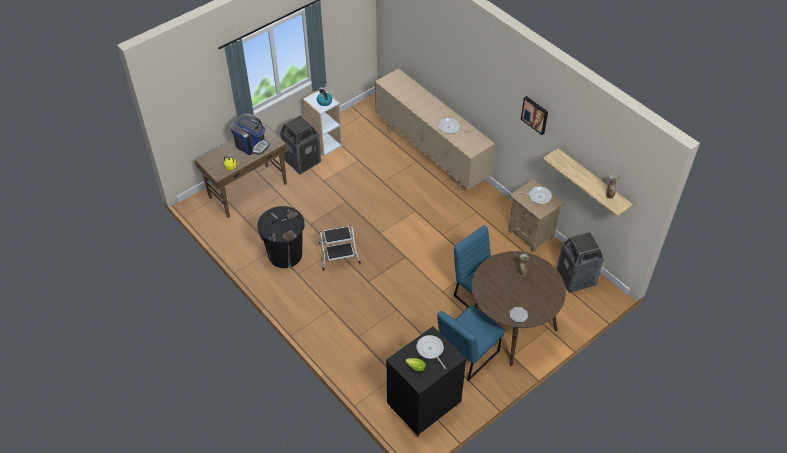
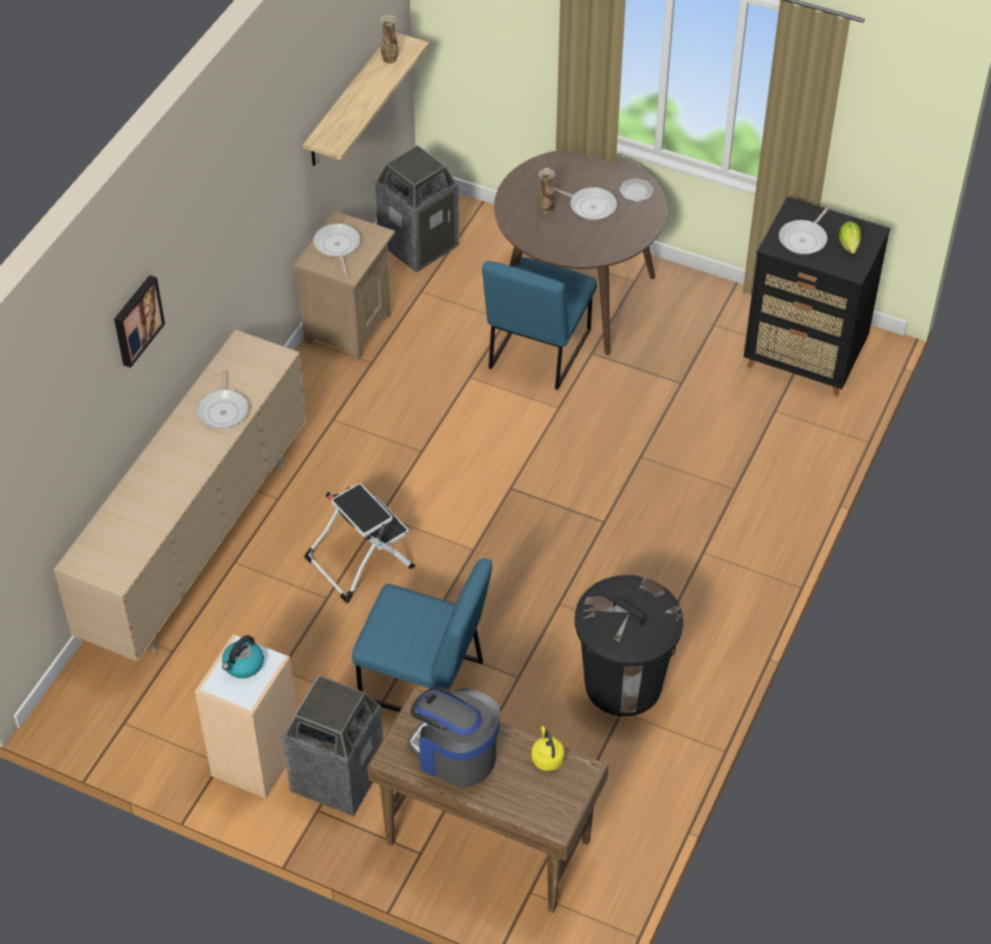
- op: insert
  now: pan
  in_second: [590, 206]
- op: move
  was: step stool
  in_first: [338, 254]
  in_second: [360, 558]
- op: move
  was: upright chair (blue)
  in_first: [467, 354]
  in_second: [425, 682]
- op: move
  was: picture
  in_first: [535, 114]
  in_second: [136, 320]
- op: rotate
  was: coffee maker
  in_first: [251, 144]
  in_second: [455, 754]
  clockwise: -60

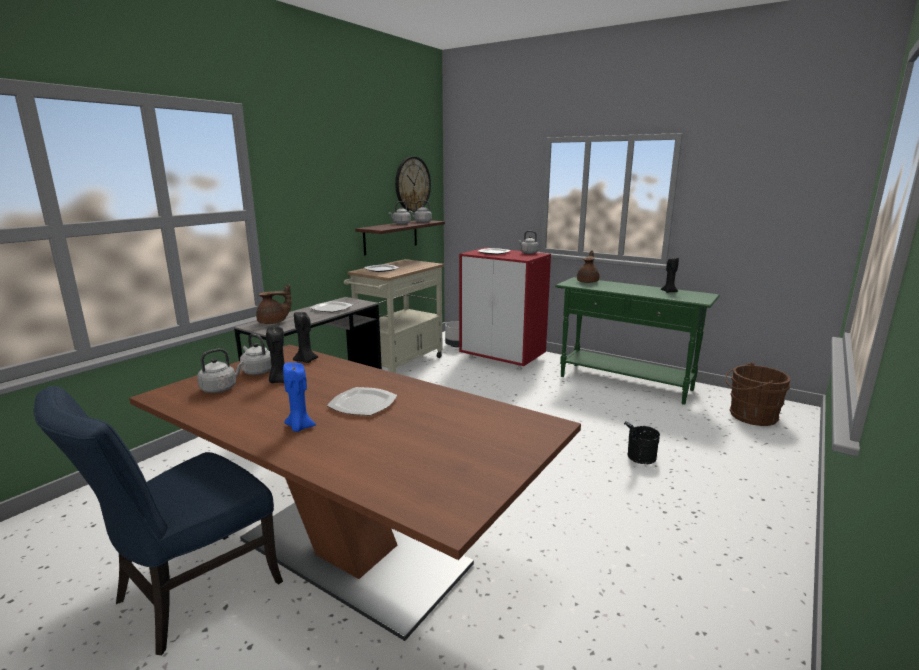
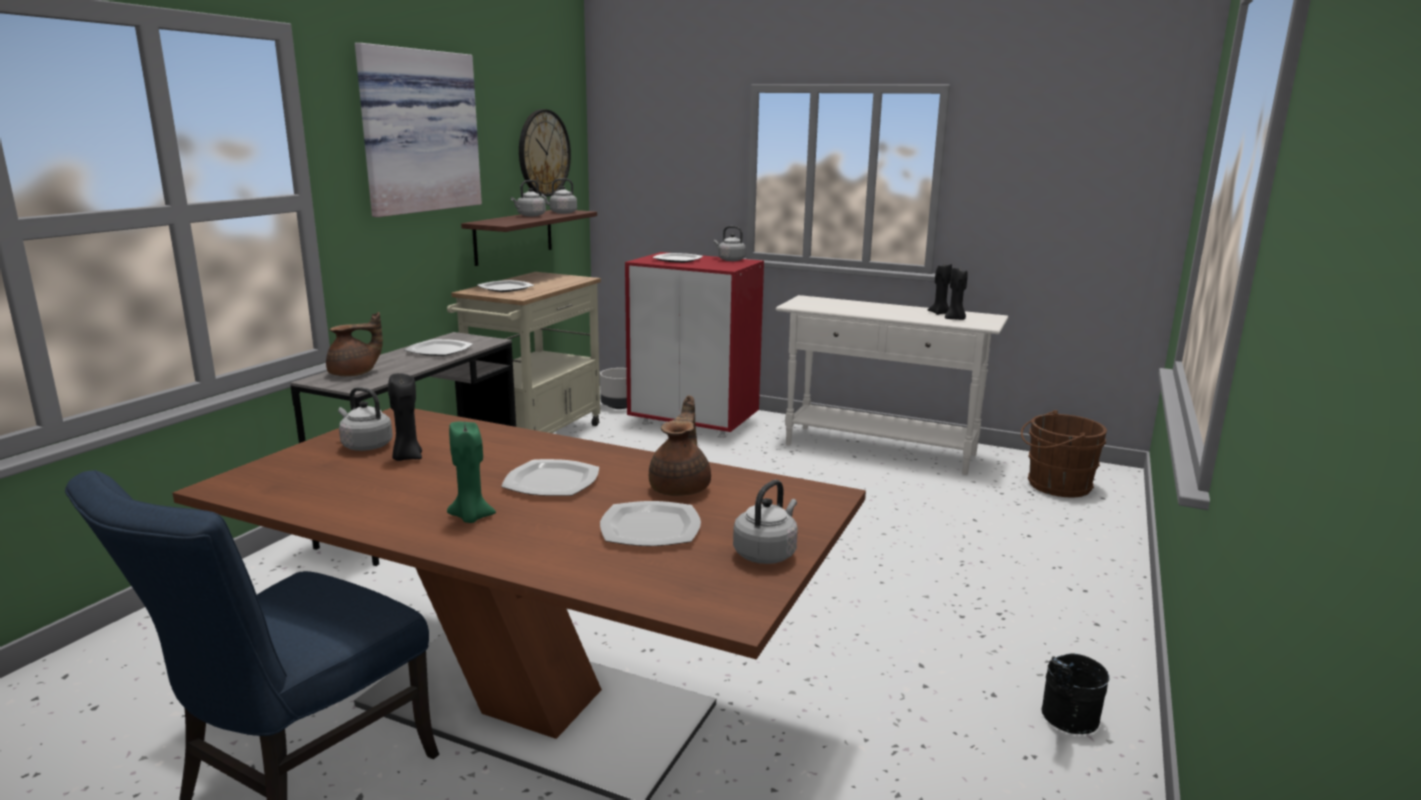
- op: insert
  now: picture
  in_second: [417, 131]
- op: insert
  now: flat dish
  in_second: [651, 527]
- op: move
  was: kettle (gray)
  in_first: [220, 388]
  in_second: [766, 553]
- op: move
  was: candle (blackish)
  in_first: [306, 361]
  in_second: [955, 319]
- op: move
  was: tea pot (brownish)
  in_first: [588, 282]
  in_second: [681, 488]
- op: move
  was: pail (blackish)
  in_first: [638, 459]
  in_second: [1066, 722]
- op: recolor
  was: candle (blue)
  now: candle (green)
  in_first: [299, 427]
  in_second: [471, 517]
- op: recolor
  was: console table (green)
  now: console table (white-coloured)
  in_first: [625, 383]
  in_second: [880, 450]

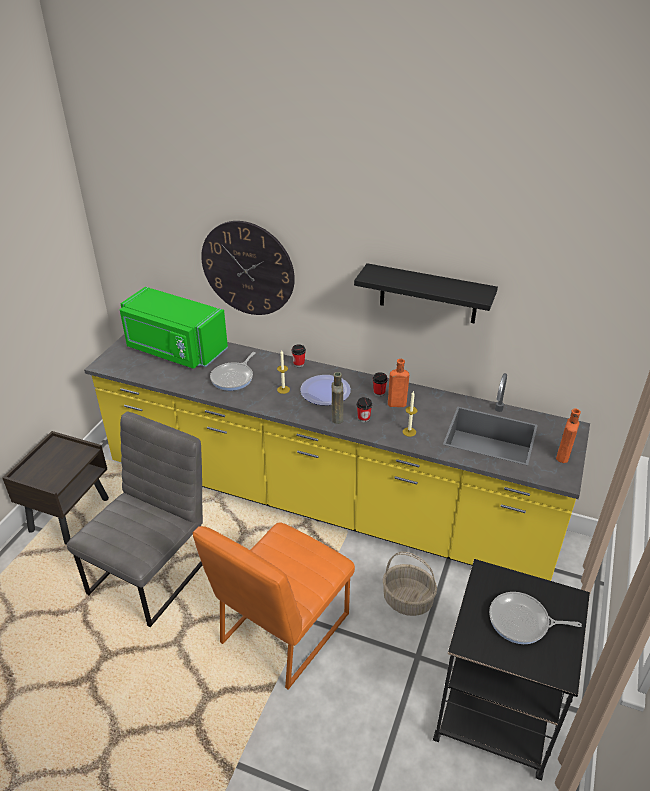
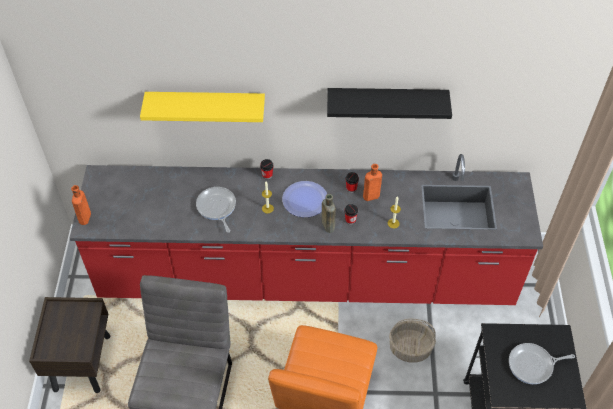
- op: delete
  was: microwave (green)
  in_first: [174, 350]
- op: move
  was: drink bottle (orange)
  in_first: [563, 457]
  in_second: [85, 219]
- op: replace
  was: clock on the wall
  now: wall shelf (yellow-coloured)
  in_first: [248, 268]
  in_second: [206, 106]
- op: recolor
  was: kitchen counter (yellow-coloured)
  now: kitchen counter (reddish)
  in_first: [325, 502]
  in_second: [306, 278]
- op: rotate
  was: pan
  in_first: [234, 378]
  in_second: [217, 208]
  clockwise: 150

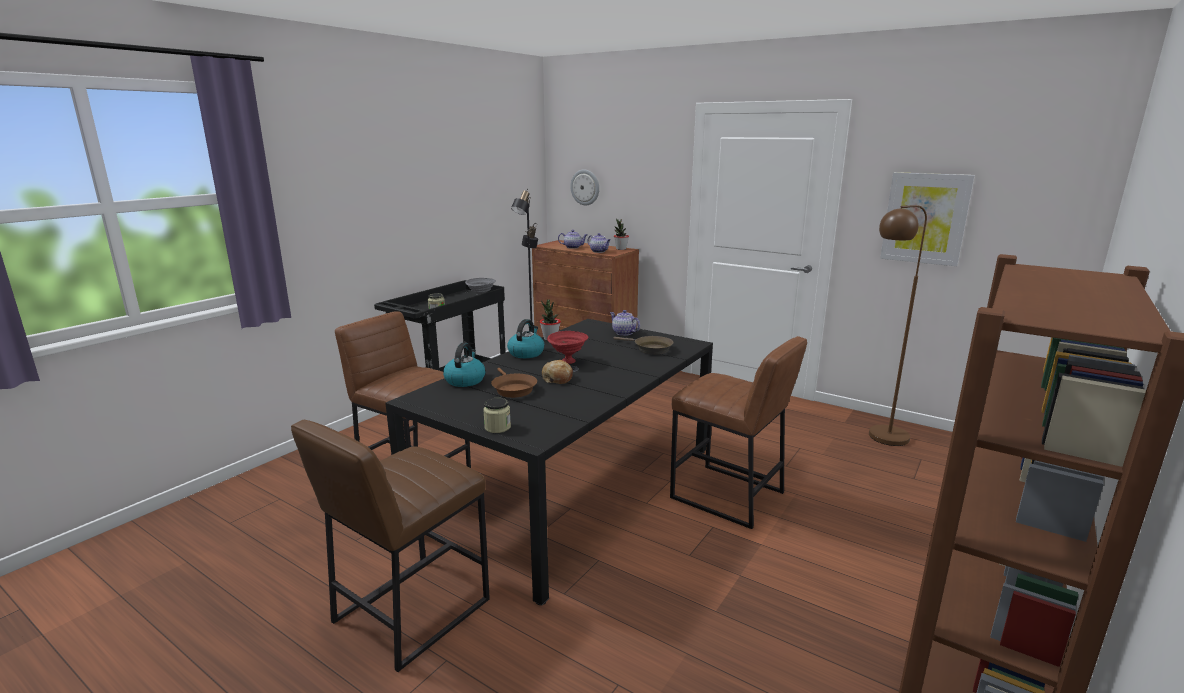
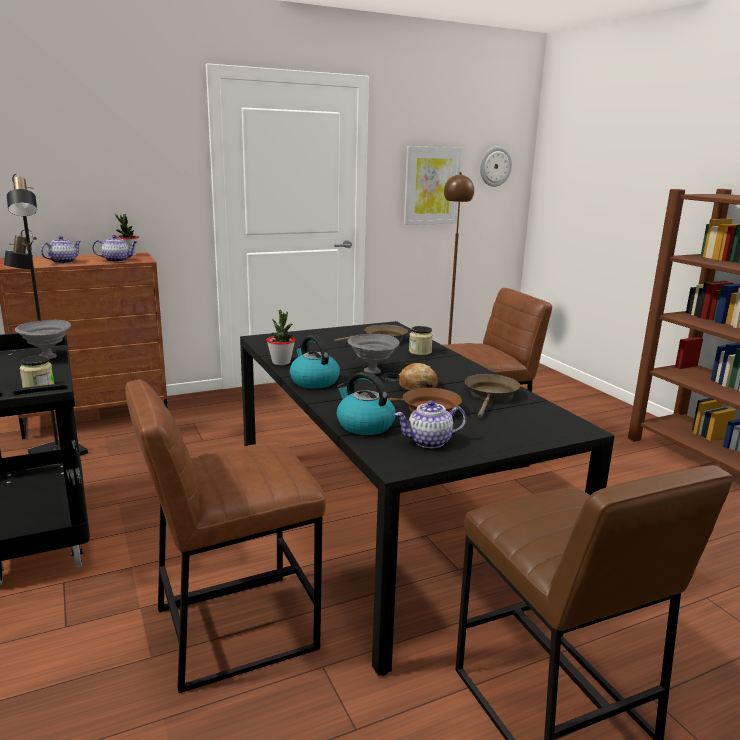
- op: insert
  now: pan (brownish)
  in_second: [491, 396]
- op: move
  was: jar
  in_first: [497, 427]
  in_second: [420, 352]
- op: move
  was: clock on the wall
  in_first: [585, 187]
  in_second: [495, 166]
- op: move
  was: tea pot
  in_first: [623, 333]
  in_second: [429, 442]
- op: recolor
  was: serving bowl (reddish)
  now: serving bowl (gray)
  in_first: [568, 362]
  in_second: [373, 372]

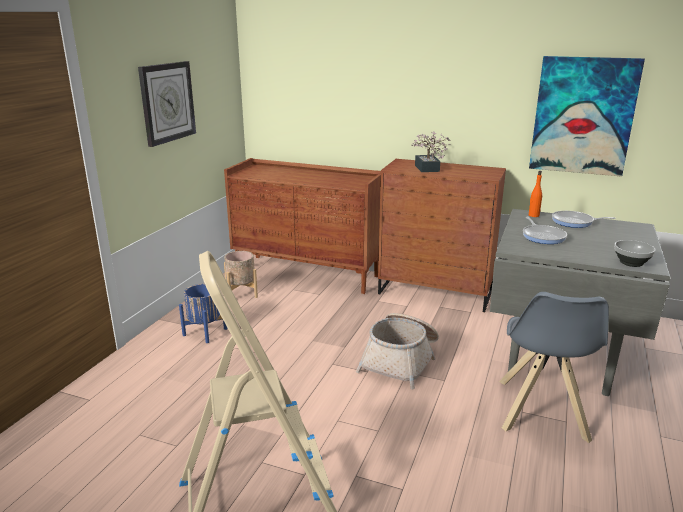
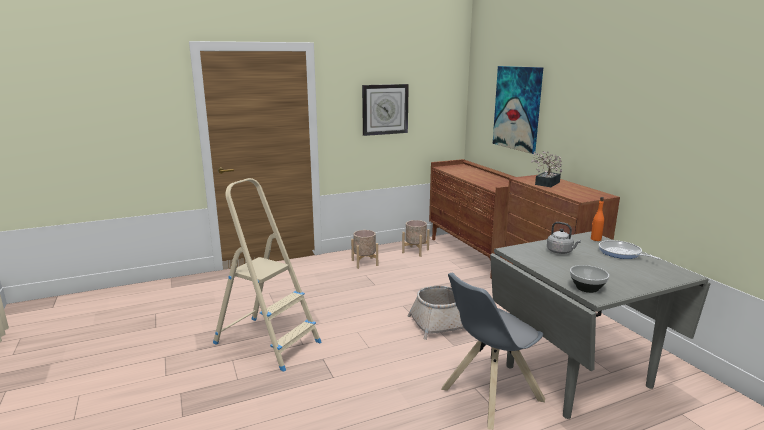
- op: move
  was: picture
  in_first: [583, 116]
  in_second: [517, 108]
- op: replace
  was: pan
  now: kettle (gray)
  in_first: [543, 236]
  in_second: [560, 252]
- op: recolor
  was: planter (blue)
  now: planter (beige)
  in_first: [205, 332]
  in_second: [364, 263]

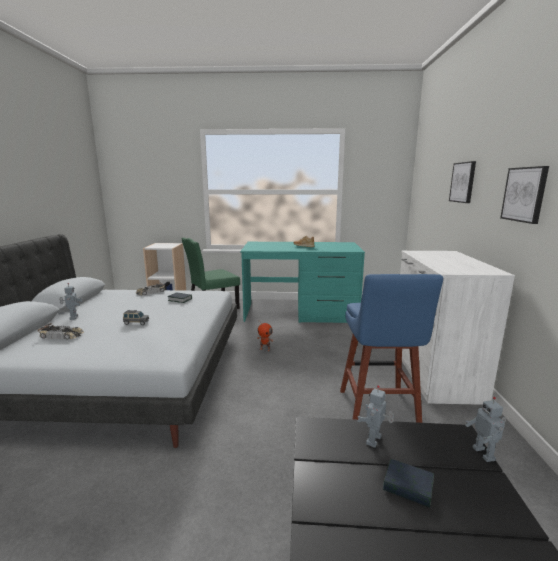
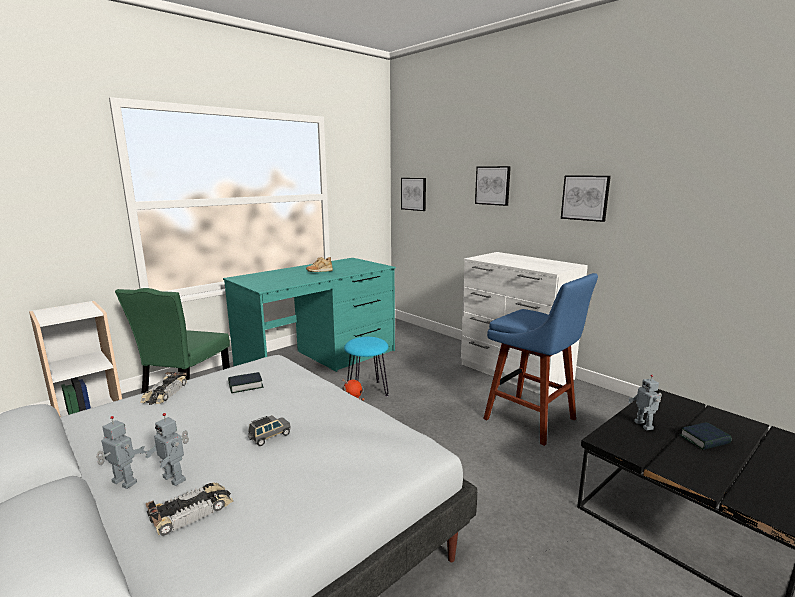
- op: insert
  now: sitting stool (turquoise)
  in_second: [367, 391]
- op: insert
  now: picture
  in_second: [414, 194]
- op: move
  was: toy robot
  in_first: [484, 454]
  in_second: [175, 478]

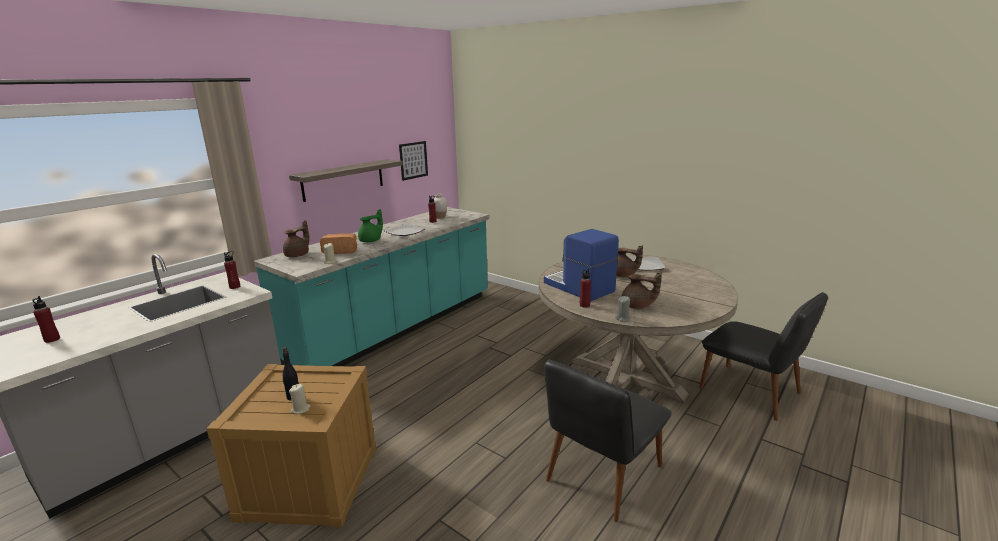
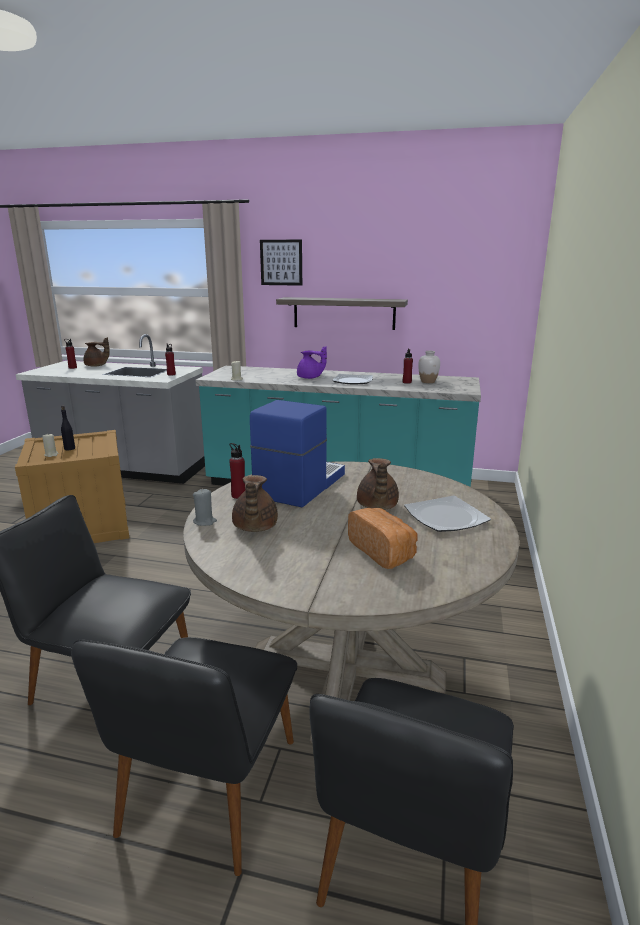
- op: insert
  now: upright chair (blackish)
  in_second: [210, 785]
- op: move
  was: tea pot (brownish)
  in_first: [298, 255]
  in_second: [96, 366]
- op: move
  was: baked bread
  in_first: [341, 251]
  in_second: [383, 551]
- op: move
  was: picture
  in_first: [413, 160]
  in_second: [281, 262]
- op: recolor
  was: tea pot (green)
  now: tea pot (purplish)
  in_first: [371, 240]
  in_second: [310, 378]

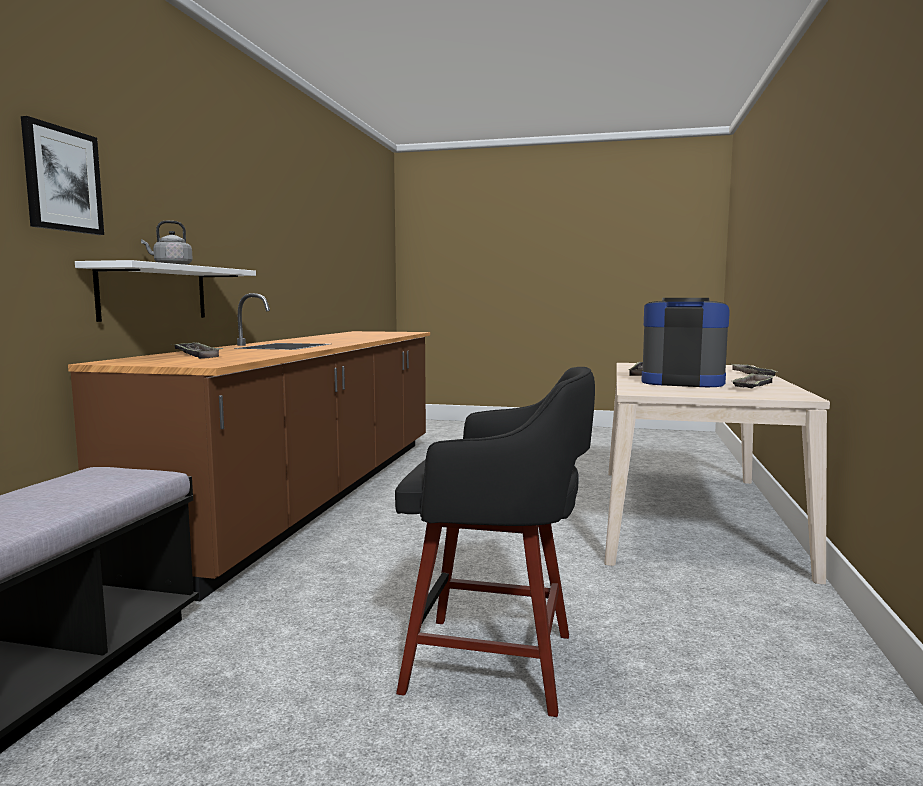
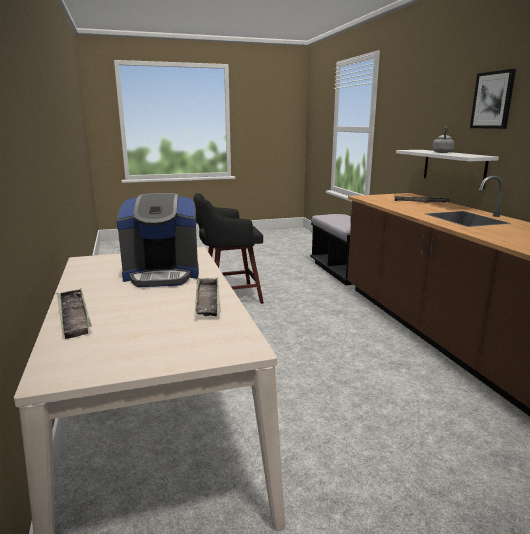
- op: delete
  was: tray
  in_first: [753, 386]
- op: move
  was: picture
  in_first: [62, 180]
  in_second: [492, 100]

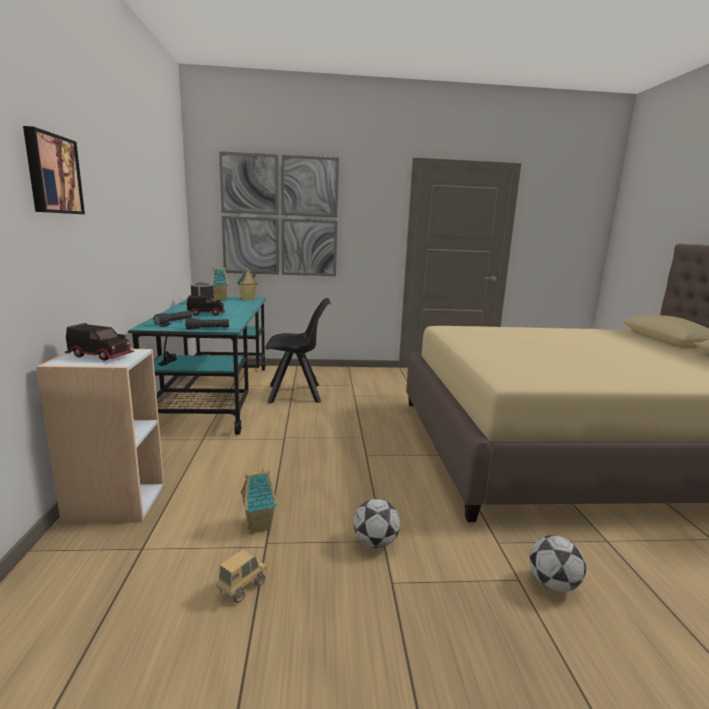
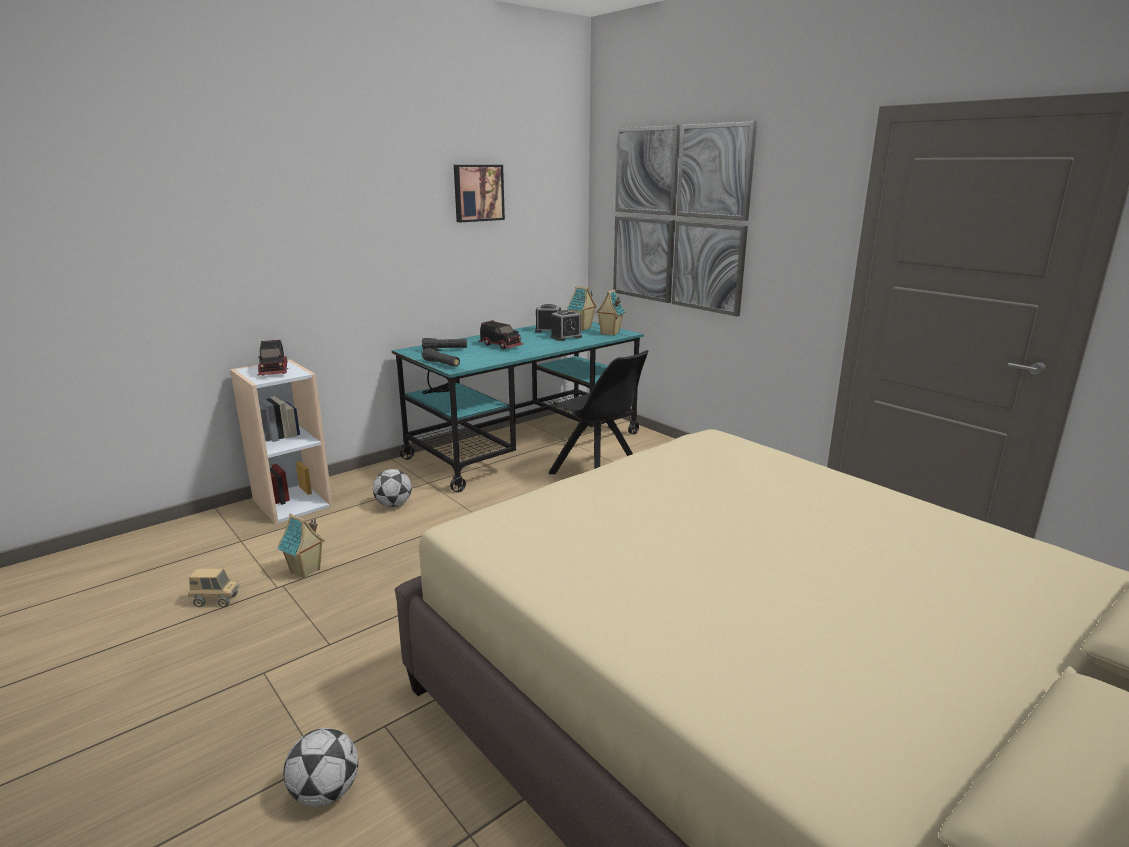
- op: insert
  now: bedside clock
  in_second: [566, 337]
- op: move
  was: picture
  in_first: [52, 174]
  in_second: [478, 193]
- op: move
  was: ball for football
  in_first: [375, 542]
  in_second: [394, 505]

